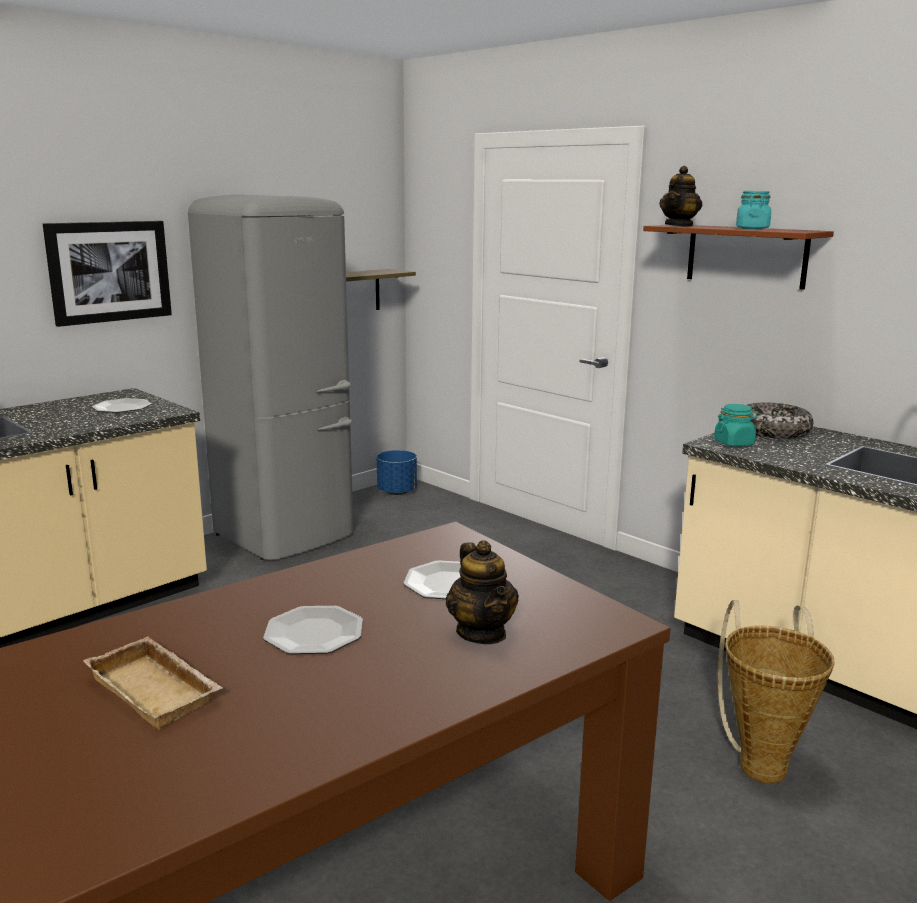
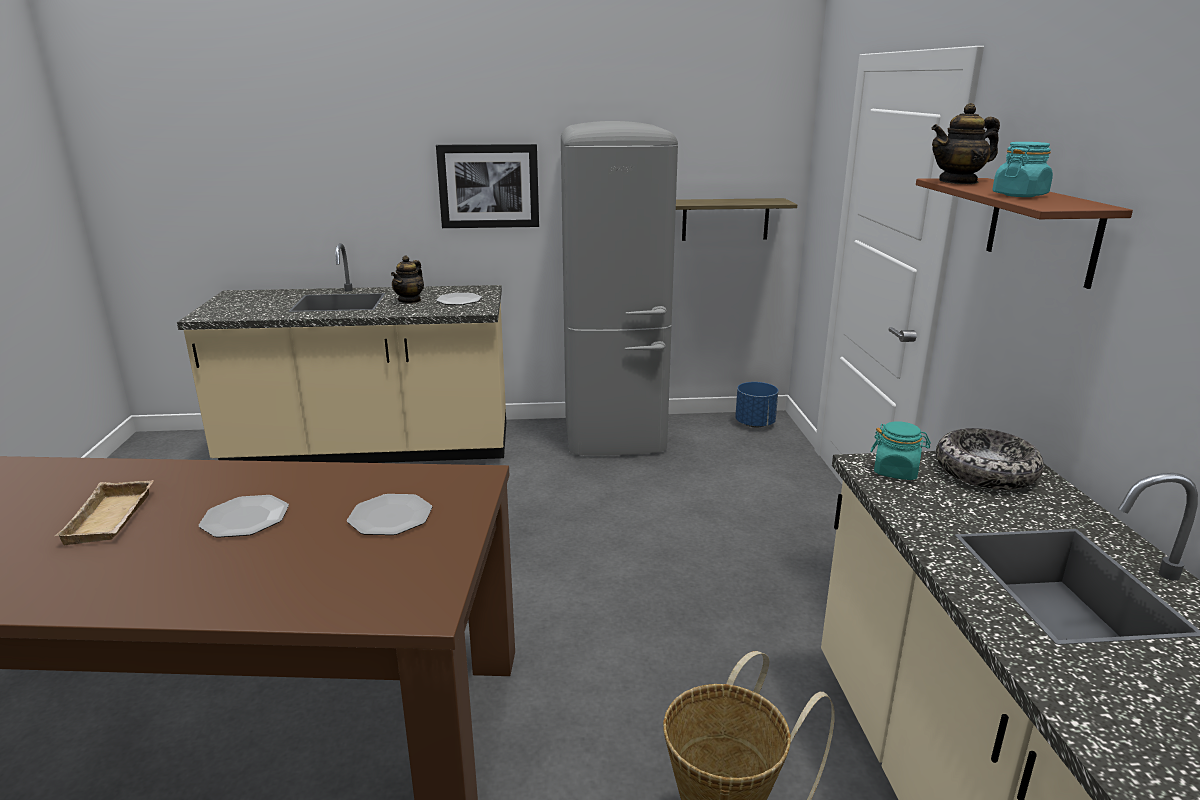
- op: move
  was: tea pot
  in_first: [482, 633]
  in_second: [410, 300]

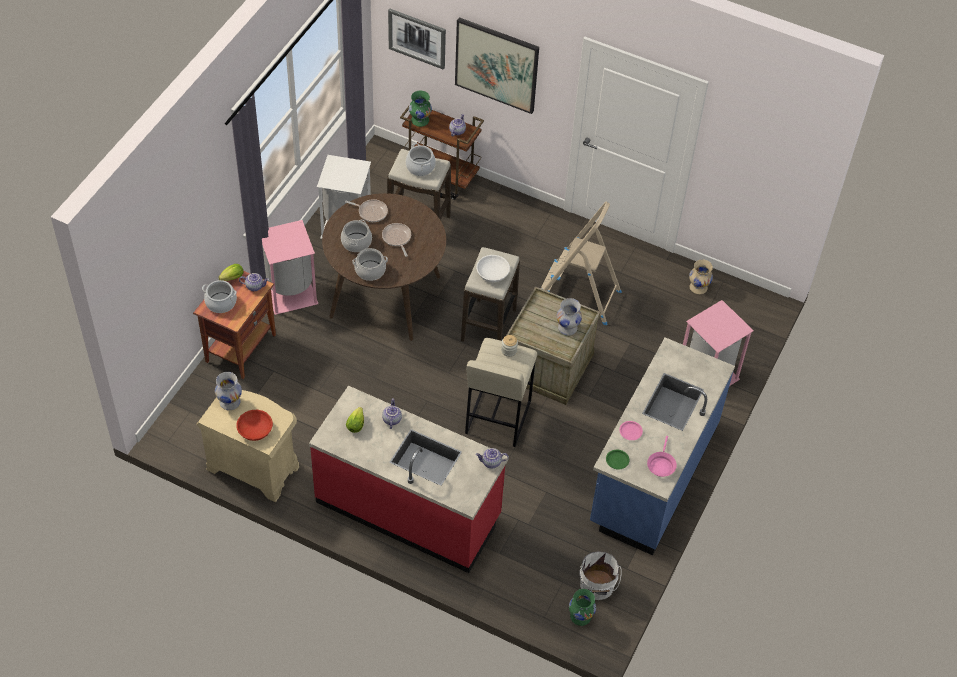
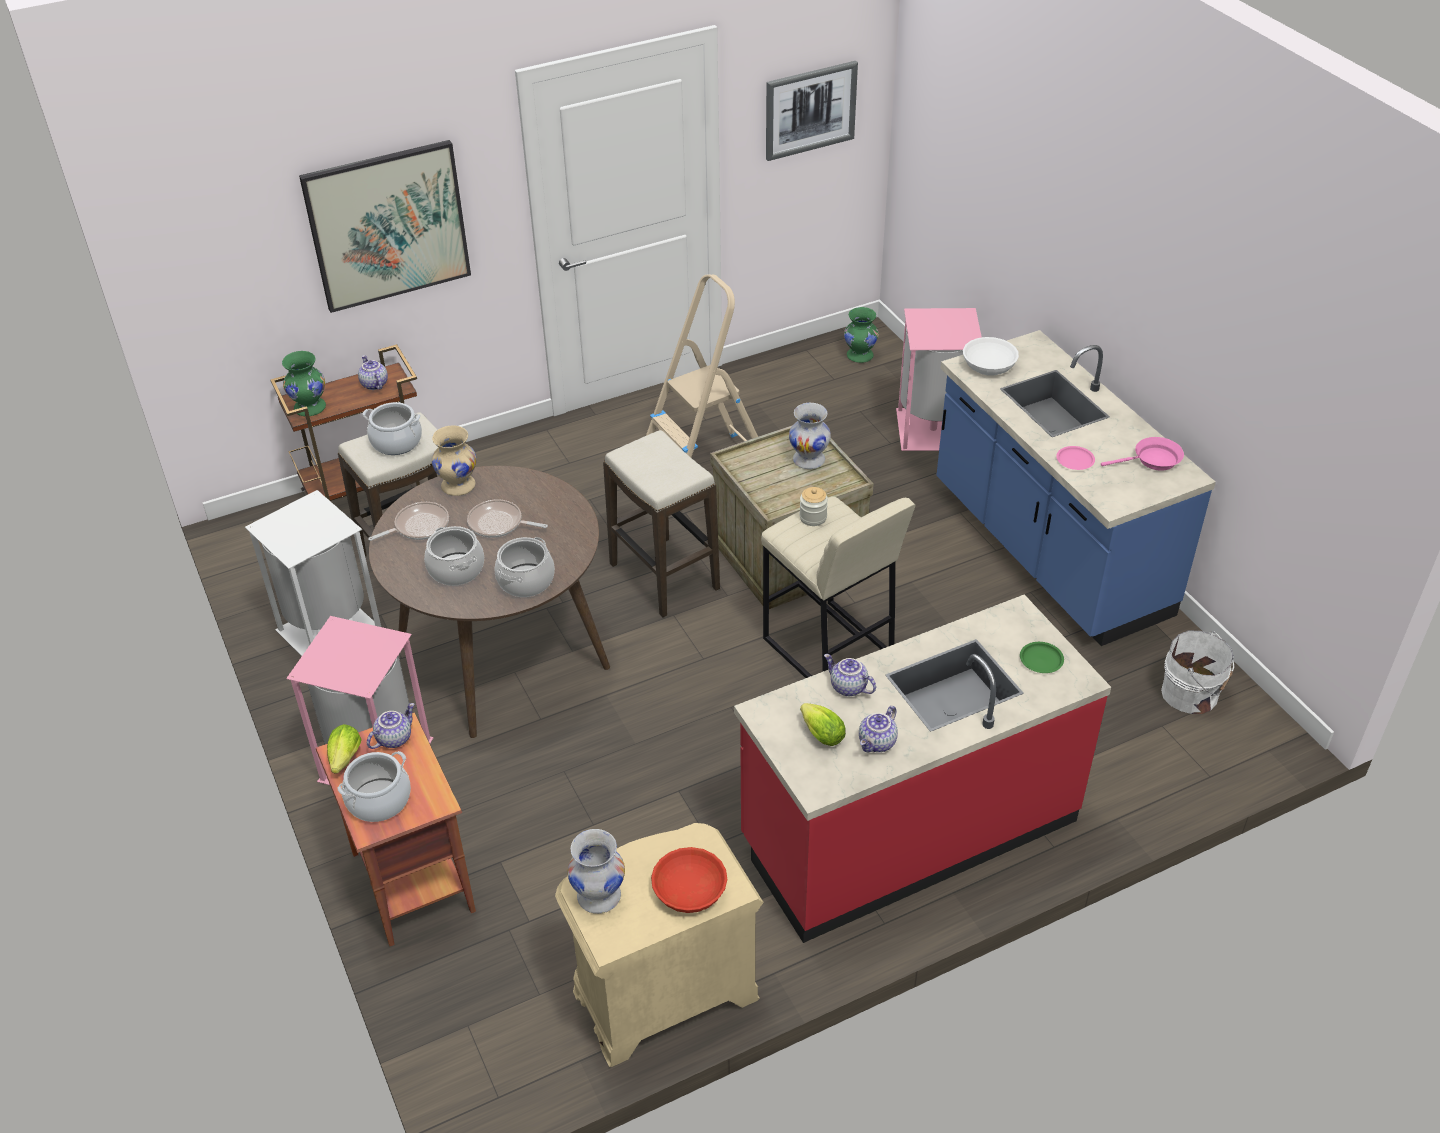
- op: move
  was: picture
  in_first: [417, 38]
  in_second: [810, 110]
- op: move
  was: tea pot
  in_first: [491, 462]
  in_second: [877, 743]
- op: move
  was: serving bowl (white-coloured)
  in_first: [492, 273]
  in_second: [989, 365]
- op: move
  was: flower vase (green)
  in_first: [580, 617]
  in_second: [860, 356]
- op: move
  was: flat dish (green)
  in_first: [617, 460]
  in_second: [1041, 660]
- op: move
  was: flower vase (beige)
  in_first: [698, 287]
  in_second: [458, 485]
- op: rotate
  was: pan (pink)
  in_first: [661, 464]
  in_second: [1153, 460]
  clockwise: -60

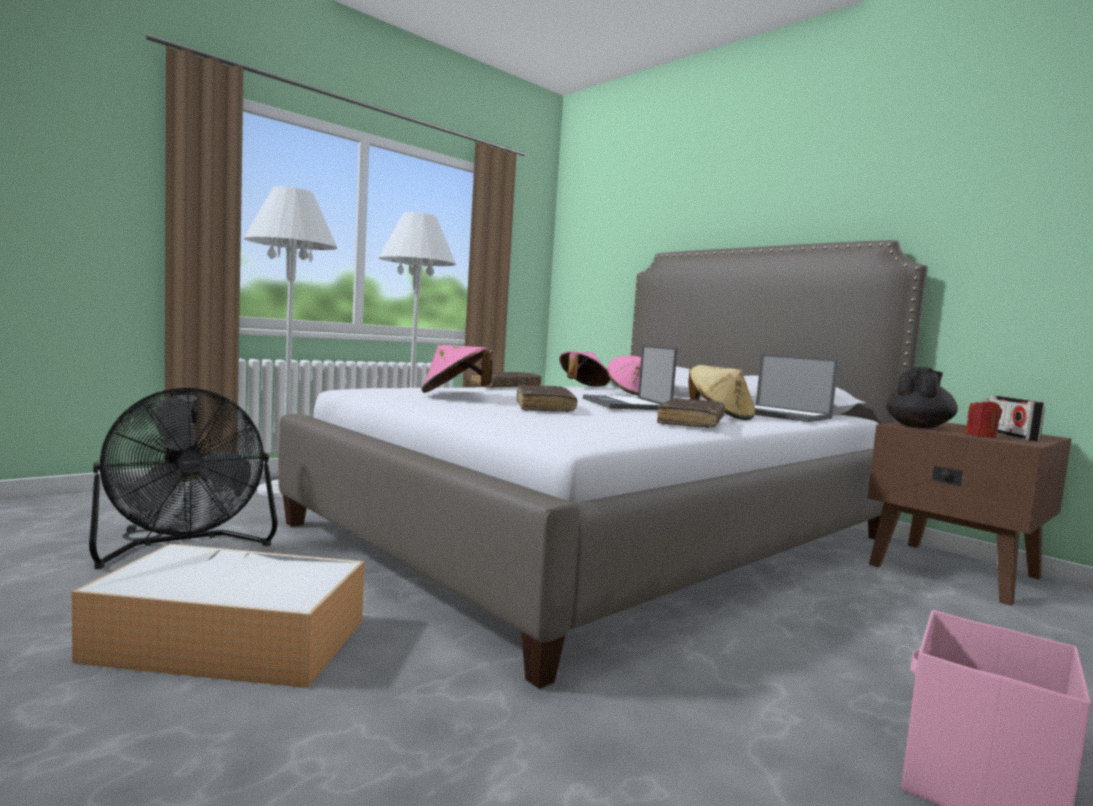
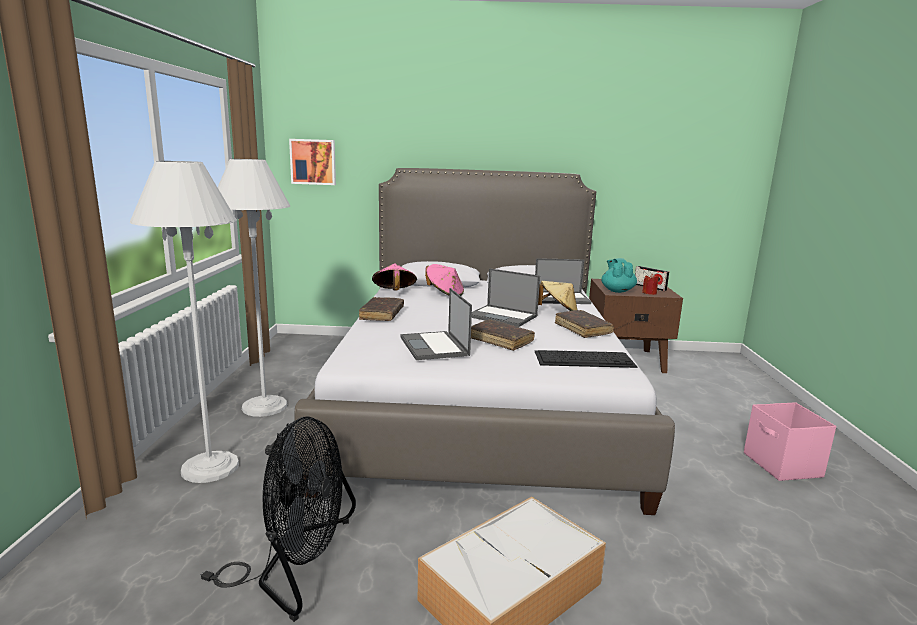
- op: insert
  now: picture
  in_second: [313, 162]
- op: insert
  now: computer keyboard
  in_second: [585, 359]
- op: replace
  was: wearable hat (pink)
  now: laptop
  in_first: [454, 394]
  in_second: [434, 346]
- op: recolor
  was: tea pot (blackish)
  now: tea pot (turquoise)
  in_first: [918, 426]
  in_second: [617, 291]

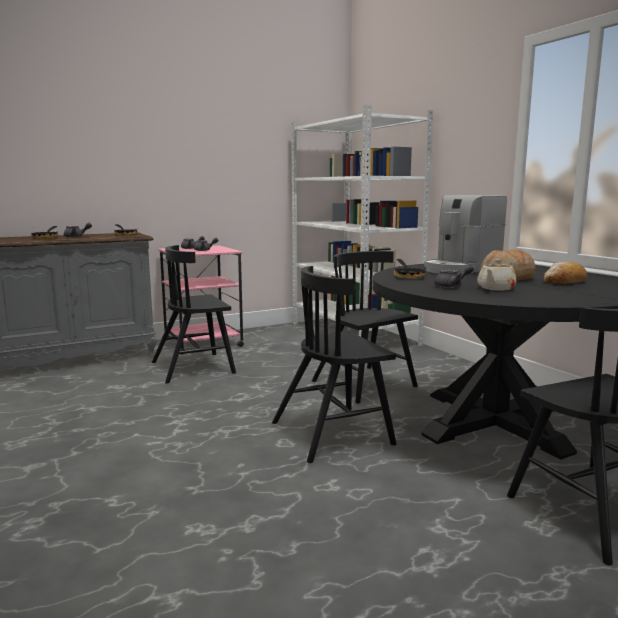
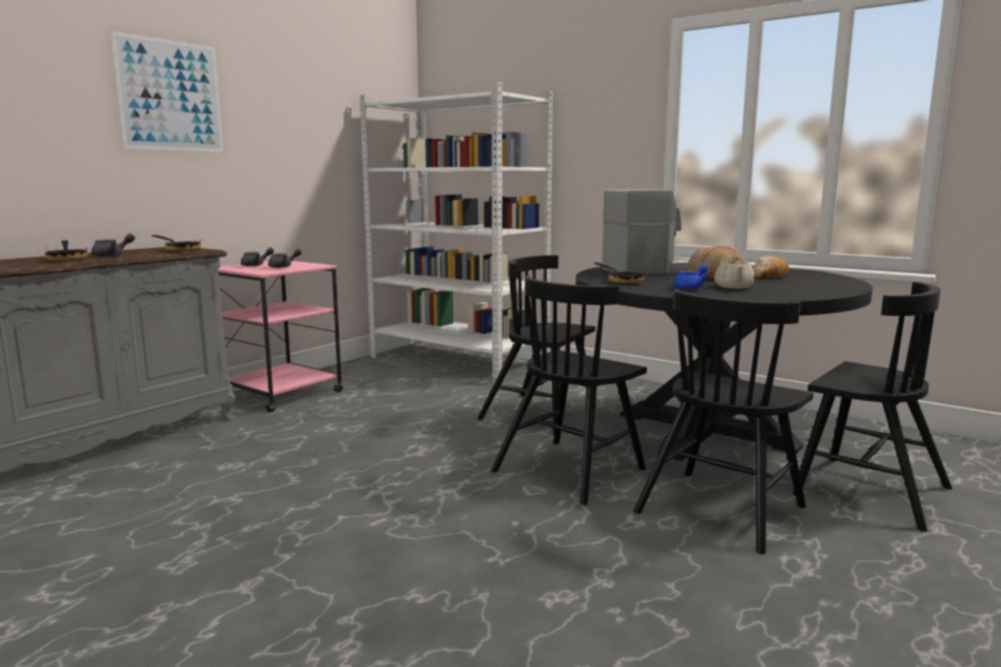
- op: insert
  now: picture
  in_second: [170, 96]
- op: move
  was: upright chair (blackish)
  in_first: [197, 366]
  in_second: [723, 505]
- op: recolor
  was: tea pot (gray)
  now: tea pot (blue)
  in_first: [452, 286]
  in_second: [691, 288]
- op: rotate
  was: coffee maker
  in_first: [460, 269]
  in_second: [649, 270]
  clockwise: -135

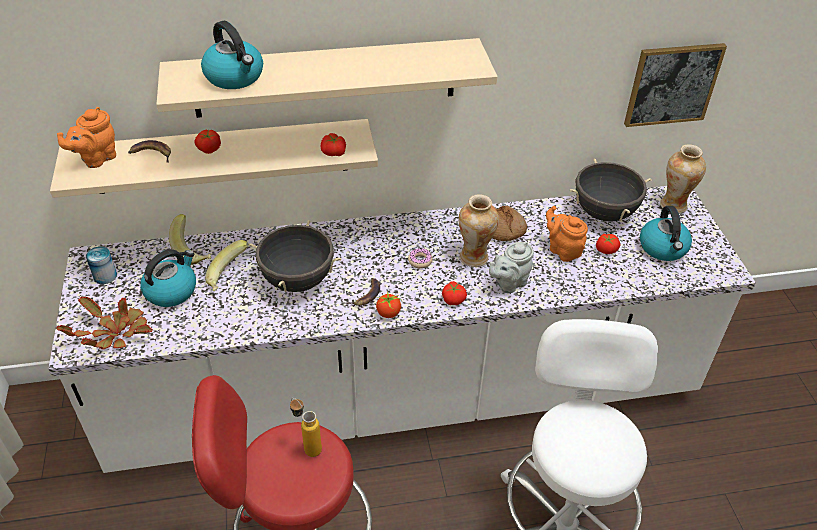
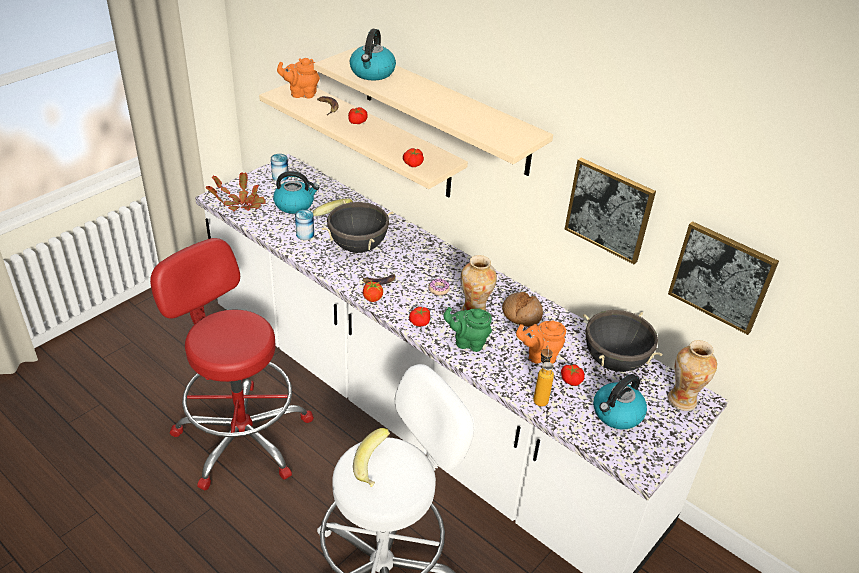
- op: insert
  now: can
  in_second: [305, 234]
- op: insert
  now: picture
  in_second: [609, 210]
- op: move
  was: banana fruit
  in_first: [194, 250]
  in_second: [374, 467]
- op: move
  was: drink bottle
  in_first: [307, 446]
  in_second: [540, 396]
- op: recolor
  was: tea pot (gray)
  now: tea pot (green)
  in_first: [508, 283]
  in_second: [468, 342]
- op: rotate
  was: tea pot (orange)
  in_first: [562, 250]
  in_second: [539, 356]
  clockwise: -105

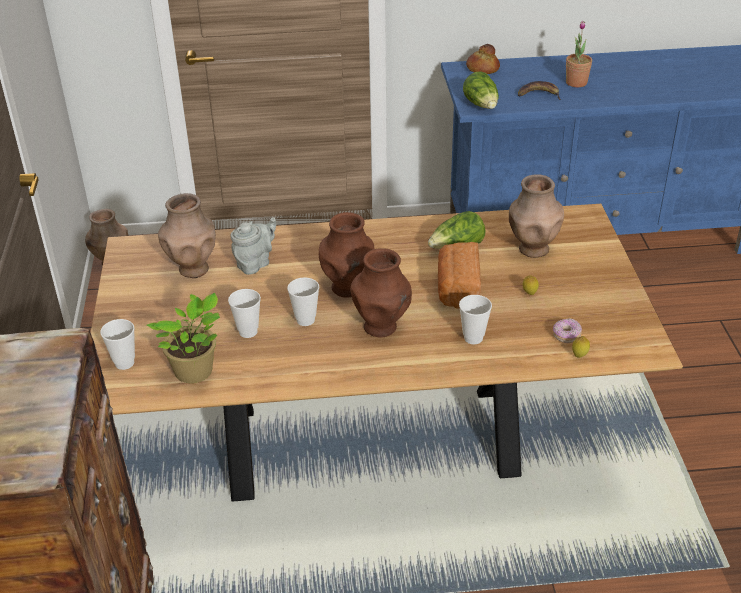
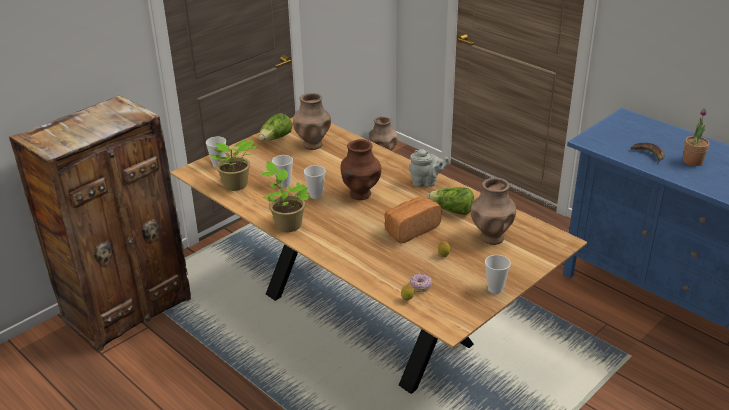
- op: delete
  was: flower vase (brownish)
  in_first: [381, 327]
- op: delete
  was: baked bread
  in_first: [482, 69]
- op: insert
  now: plant in a pot
  in_second: [287, 224]
- op: move
  was: tea pot (gray)
  in_first: [255, 263]
  in_second: [426, 182]
- op: move
  was: drinking cup
  in_first: [473, 338]
  in_second: [495, 289]
- op: move
  was: head of lettuce
  in_first: [482, 105]
  in_second: [276, 138]

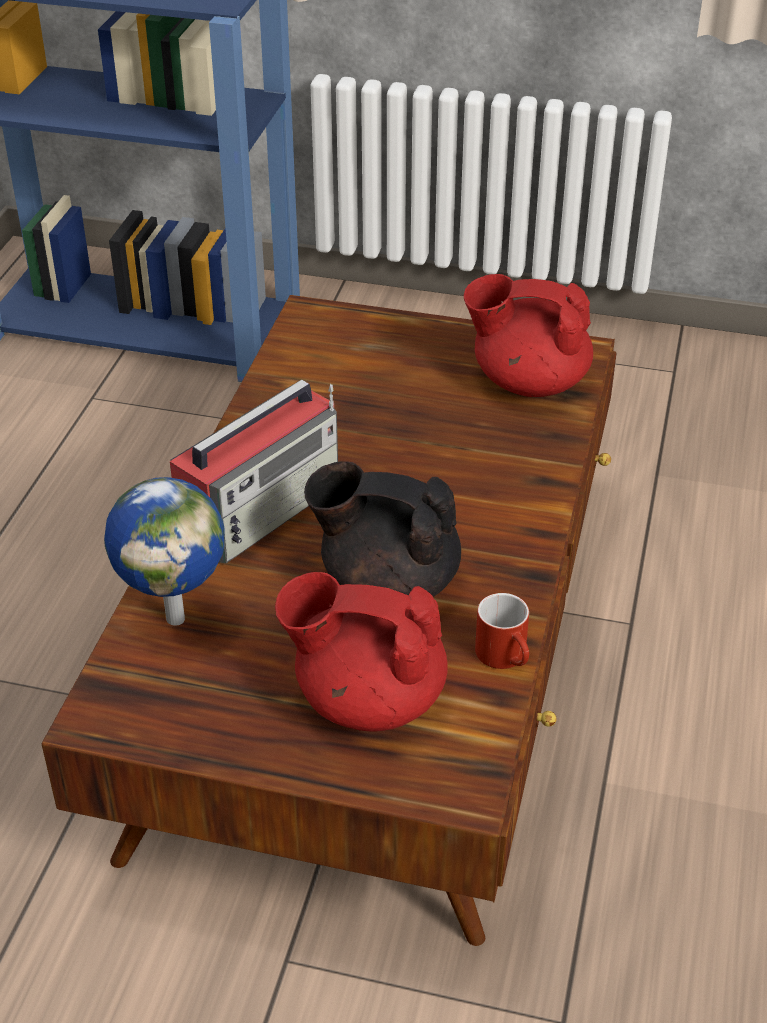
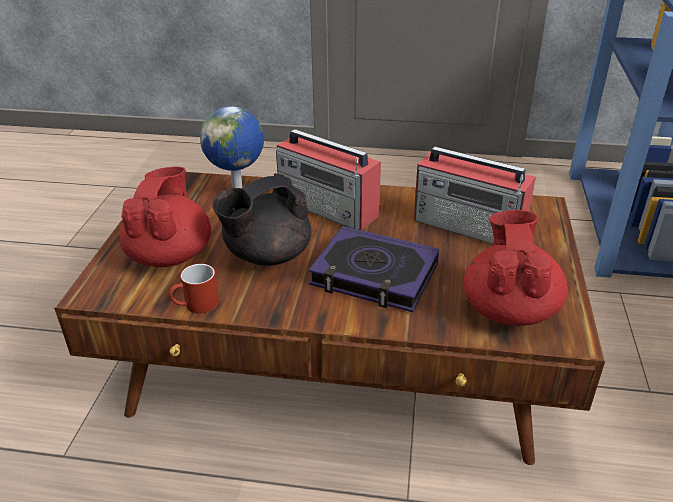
- op: insert
  now: book
  in_second: [374, 275]
- op: insert
  now: radio receiver
  in_second: [469, 226]
- op: rotate
  was: tea pot (blackish)
  in_first: [387, 582]
  in_second: [267, 255]
  clockwise: -135

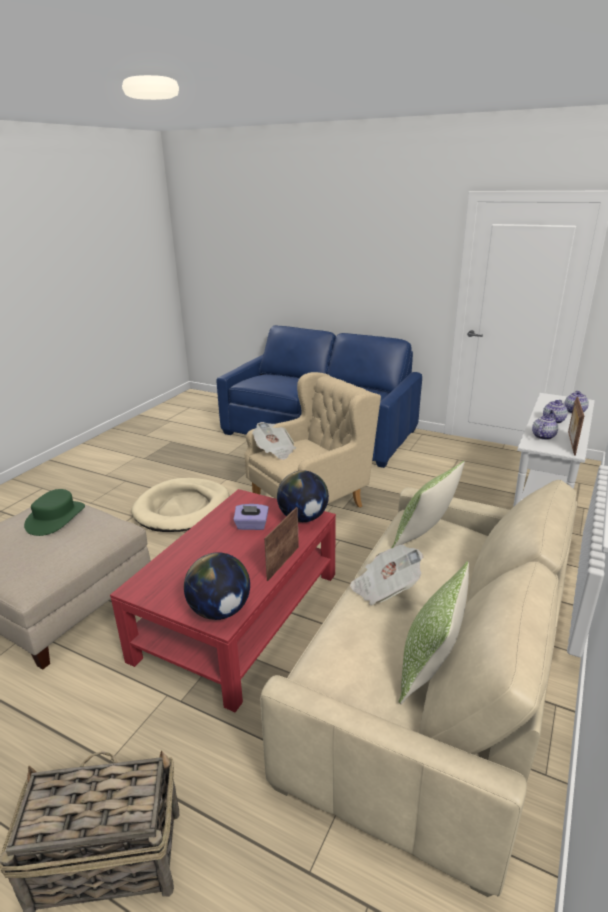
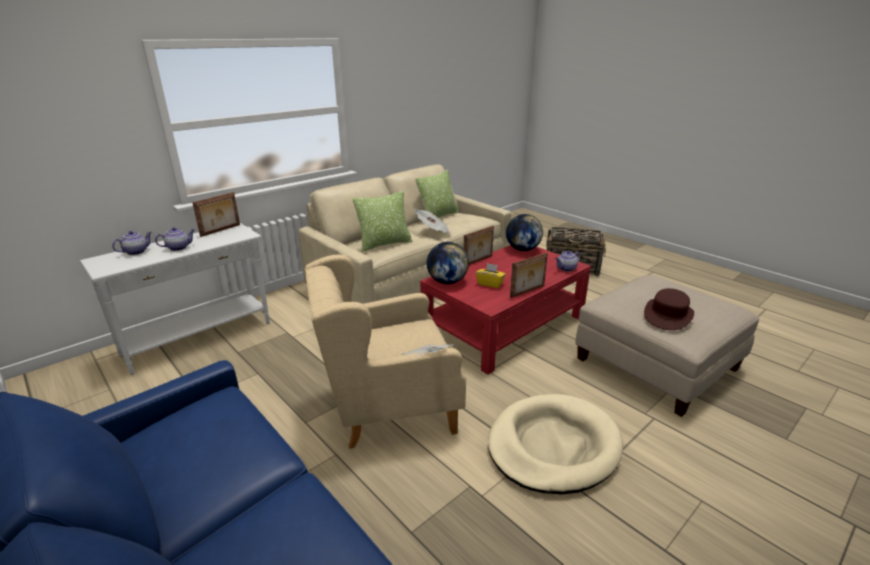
- op: insert
  now: standing frame
  in_second: [527, 292]
- op: move
  was: tea pot
  in_first: [543, 436]
  in_second: [566, 269]
- op: recolor
  was: wearable hat (green)
  now: wearable hat (brownish)
  in_first: [55, 518]
  in_second: [668, 315]
- op: recolor
  was: tissue box (purplish)
  now: tissue box (yellow-coloured)
  in_first: [251, 526]
  in_second: [490, 284]

